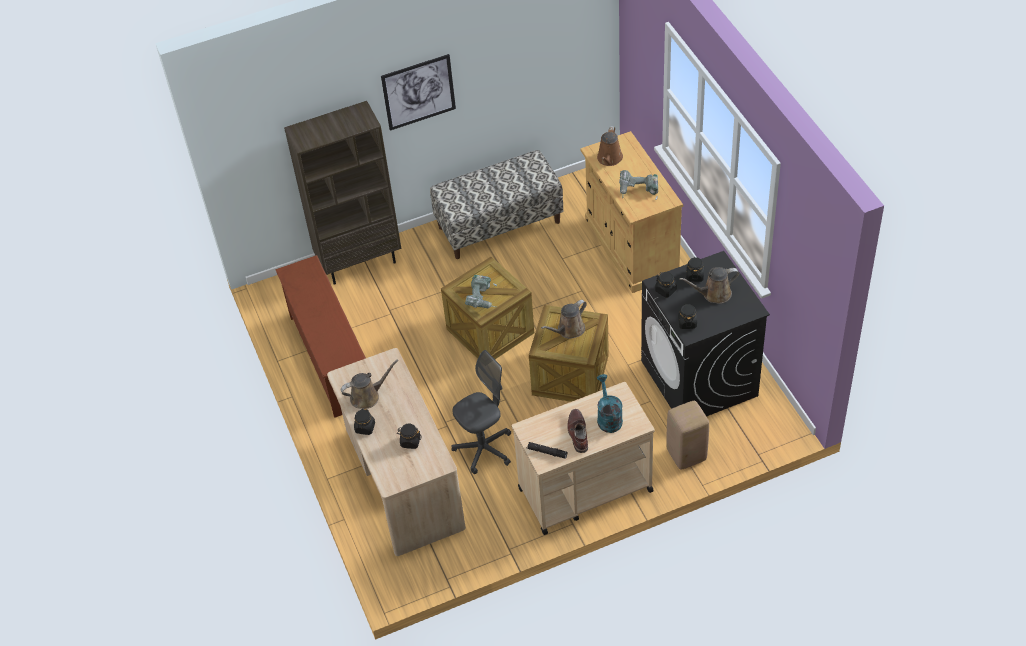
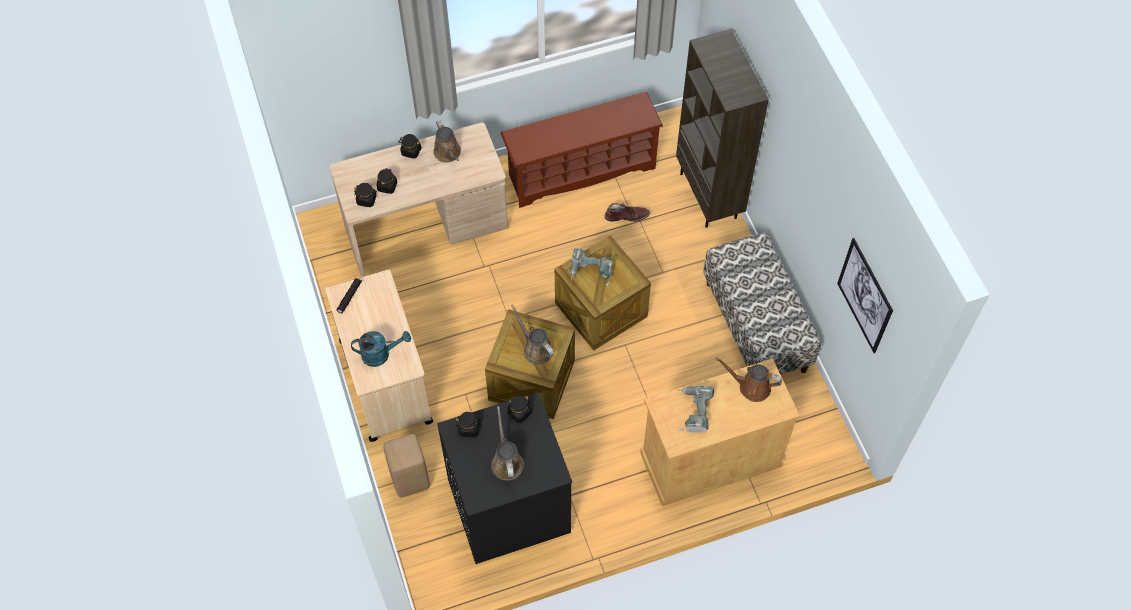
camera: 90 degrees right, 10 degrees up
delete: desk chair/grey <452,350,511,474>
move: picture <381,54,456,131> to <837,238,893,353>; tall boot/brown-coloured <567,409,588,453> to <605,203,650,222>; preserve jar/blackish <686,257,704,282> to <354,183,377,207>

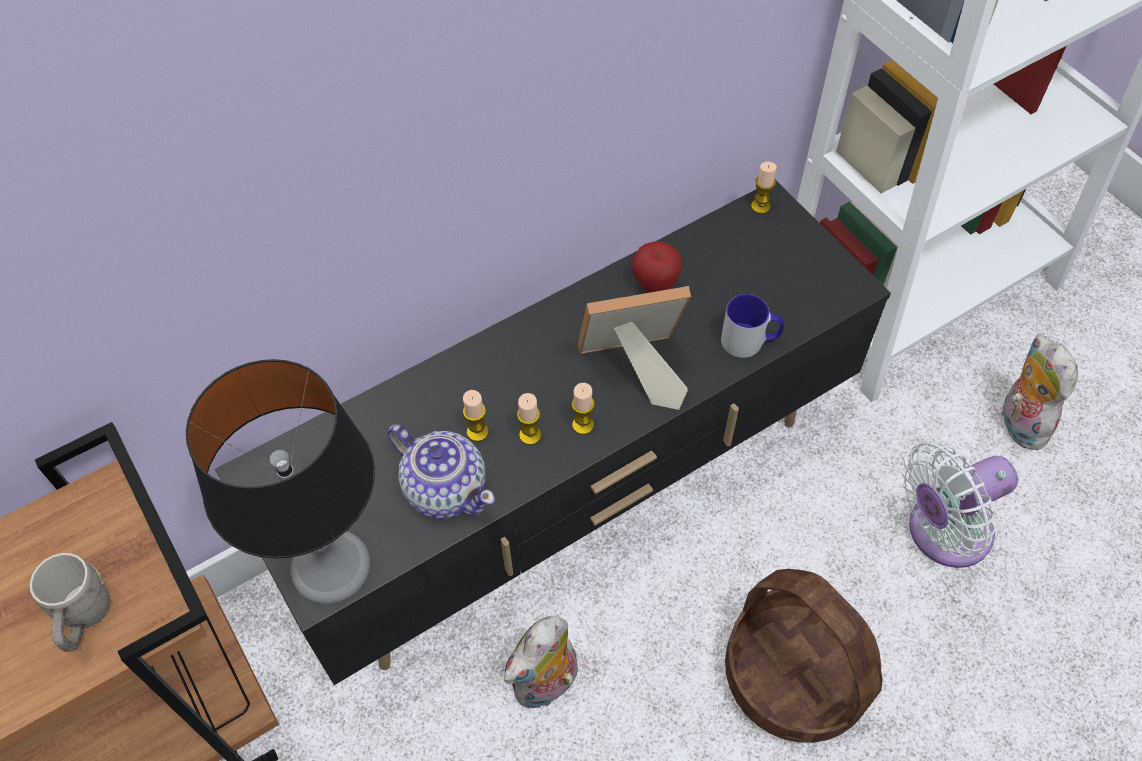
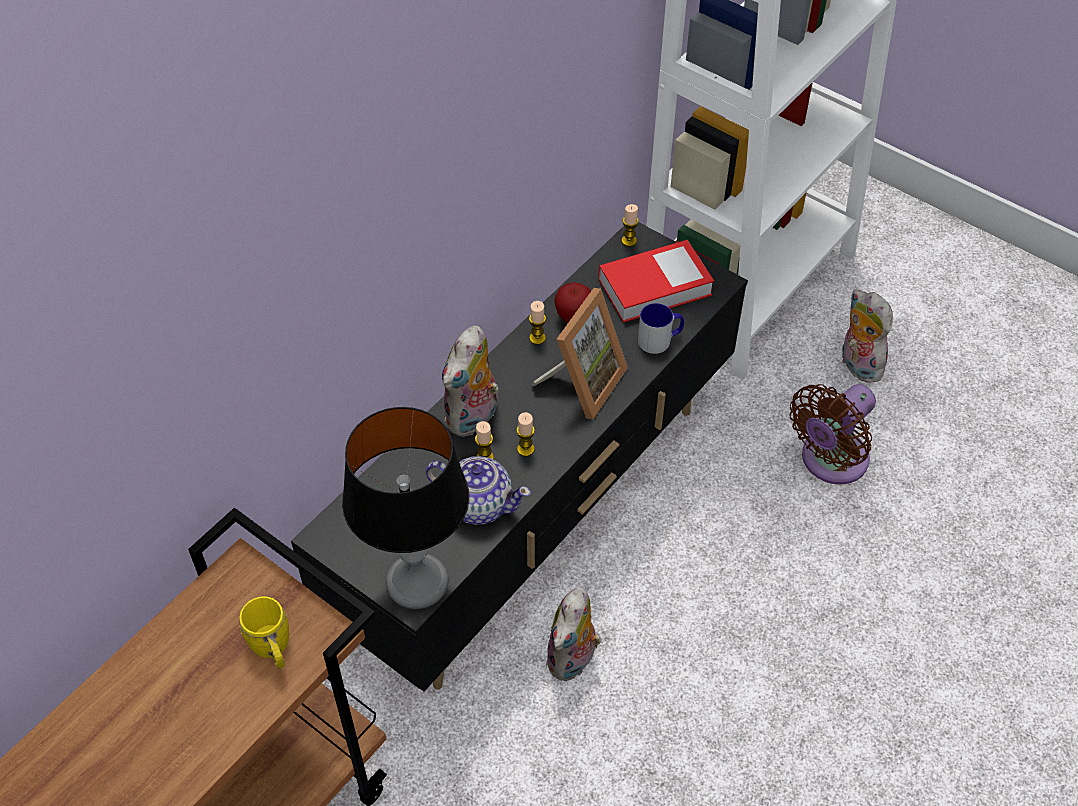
camera: 20 degrees left, 5 degrees down
delete: household basket <725,569,883,743>
insert: soft toy <442,326,499,437>; book <598,240,714,323>
move: wax candle <572,383,594,435> to <529,301,546,345>
recolor: coffee mug/grey <30,553,110,652> to coffee mug/yellow <239,597,289,669>; cooling fan/white <902,442,1018,568> to cooling fan/brown-coloured <790,384,876,485>
rotate: photo frame <578,286,691,410> = <532,288,628,419> 150 degrees clockwise

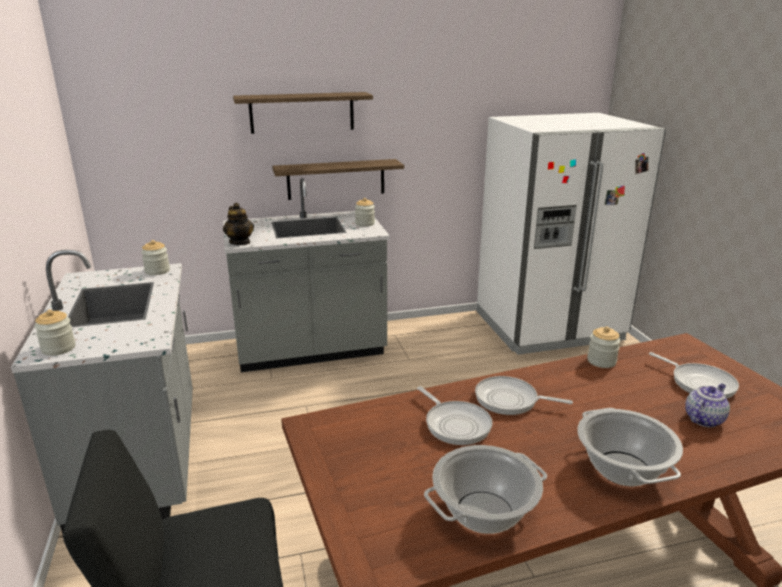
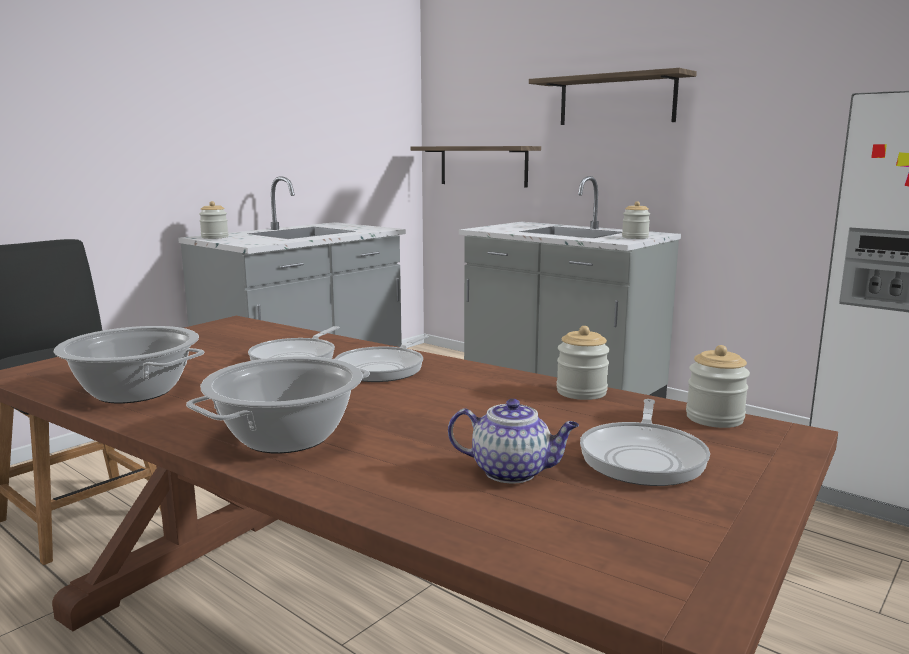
camera: 55 degrees right, 10 degrees down
delete: pot for tea <223,202,254,245>
move: preserve jar <141,240,170,275> to <686,345,750,428>; wall shelf <272,159,404,200> to <411,146,541,187>
rotate: skillet <475,376,573,415> = <335,335,428,382> 135 degrees counterclockwise

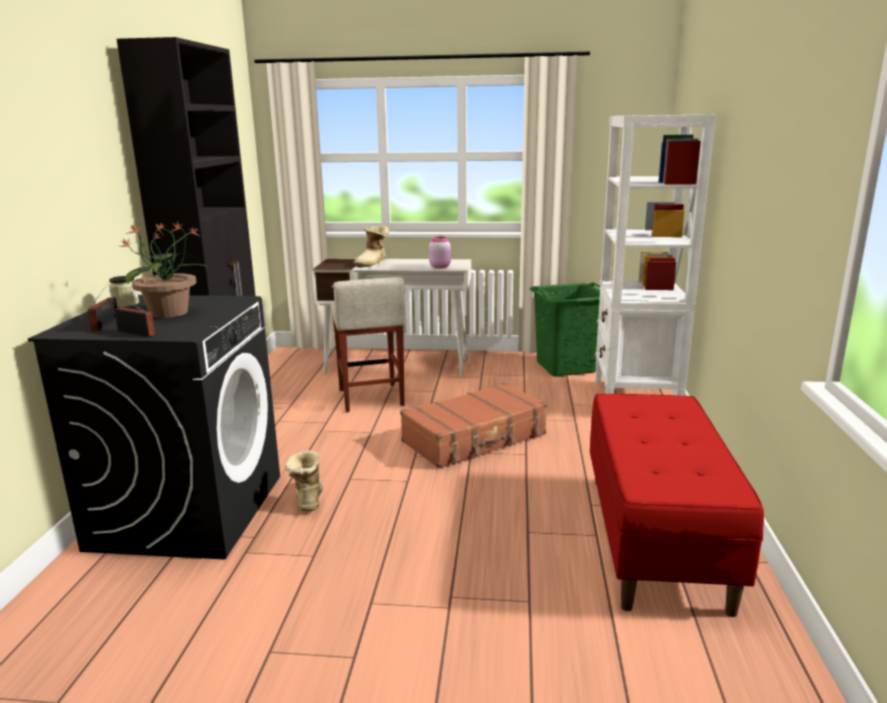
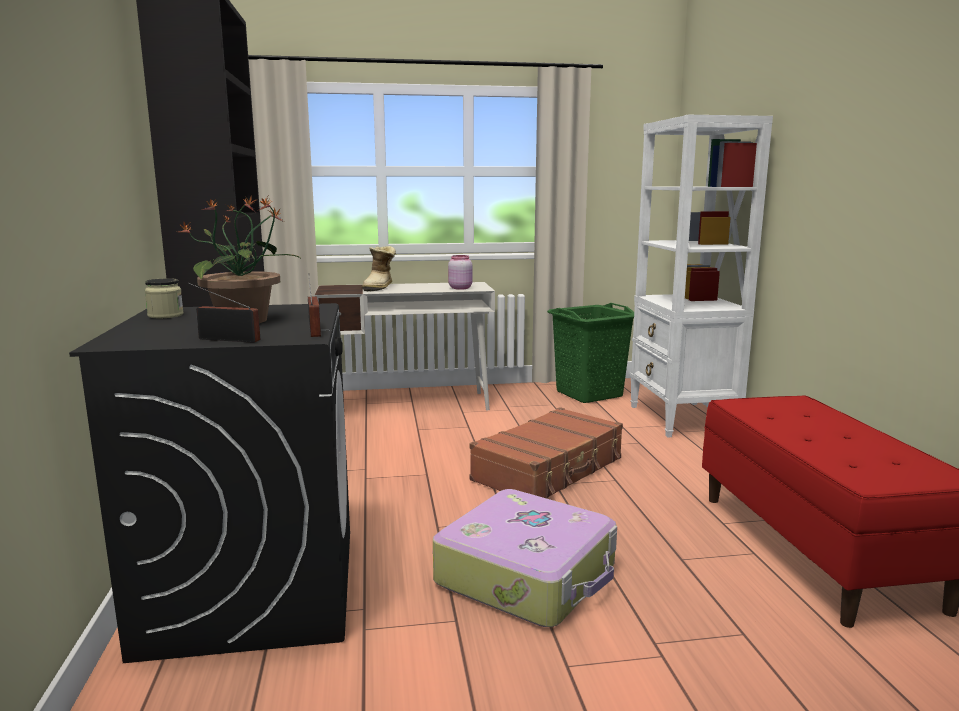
camera: 15 degrees left, 5 degrees down
delete: tall boot <285,450,323,511>; stool seat/sand-coloured <331,277,406,412>
insert: suitcase <433,489,617,627>
move: radio receiver <88,280,118,331> to <308,273,321,337>

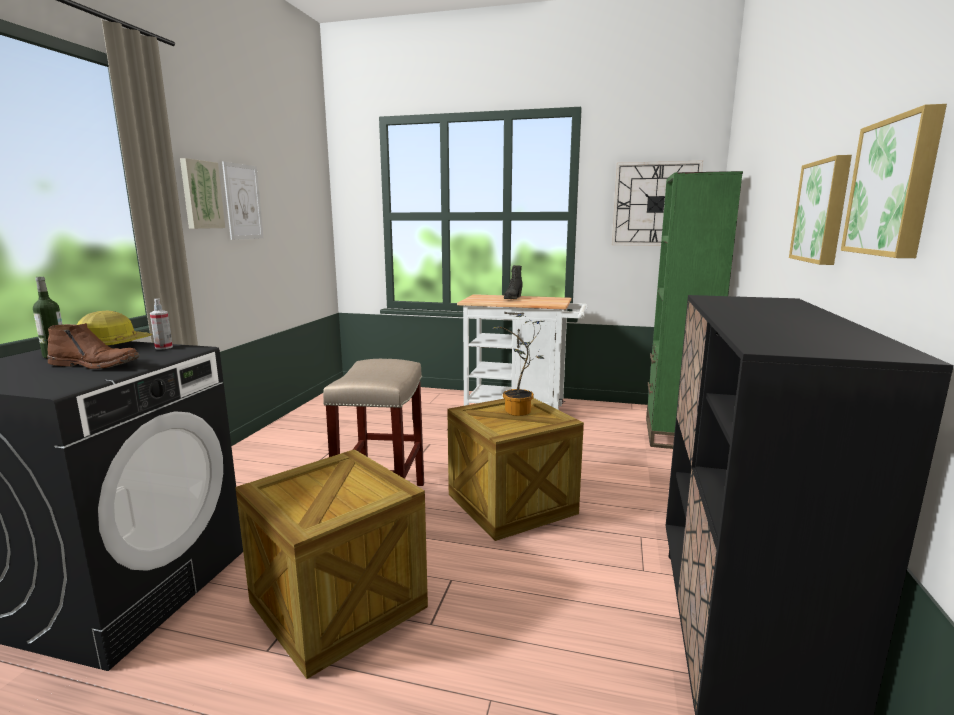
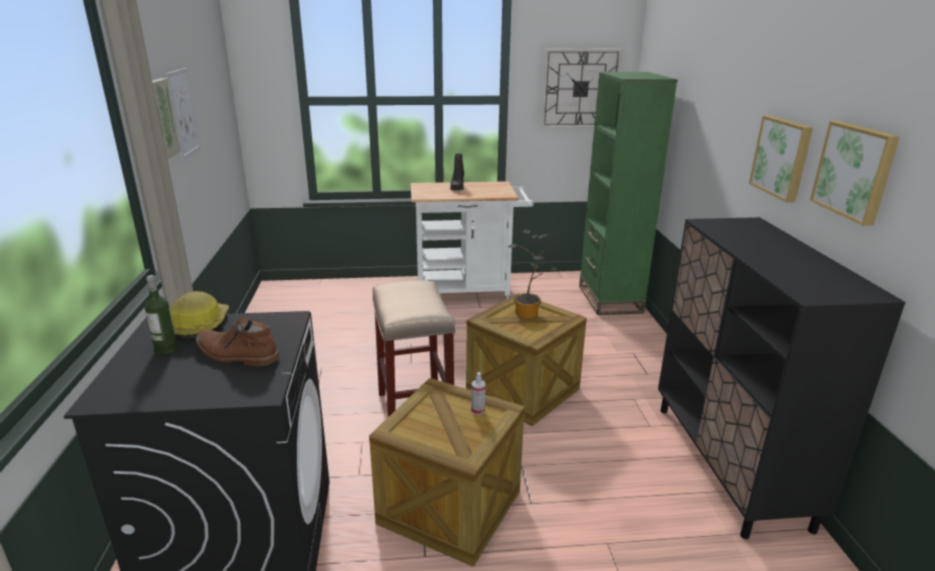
camera: 20 degrees left, 10 degrees up
move: hand sprayer <150,299,173,350> to <471,372,486,415>
rotate: tall boot/brown-coloured <47,323,140,369> = <196,317,280,366> 150 degrees counterclockwise

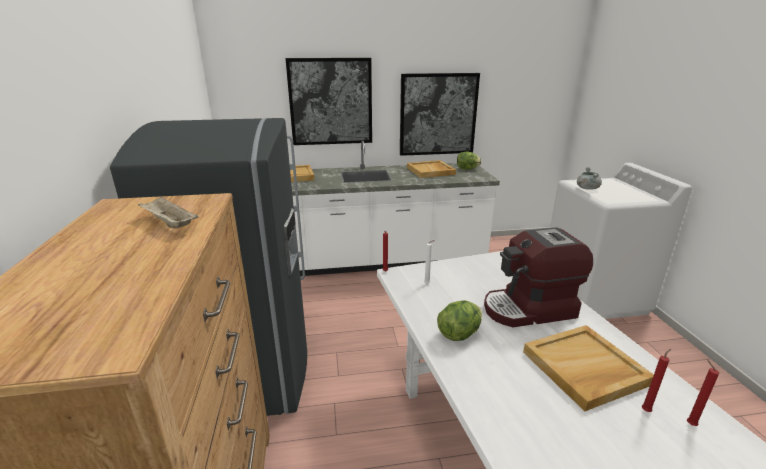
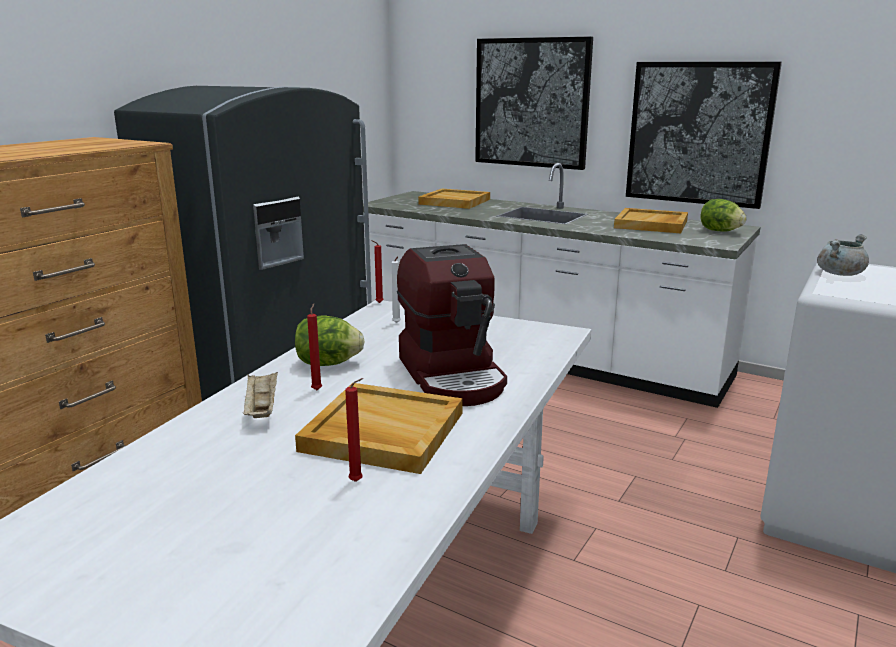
camera: 40 degrees right, 5 degrees down
move: serving tray/sand-coloured <137,196,199,229> to <243,372,278,418>; wax candle/red <687,360,719,426> to <307,304,322,390>
rotate: coffee brewer <484,227,593,327> = <397,244,507,406> 135 degrees counterclockwise

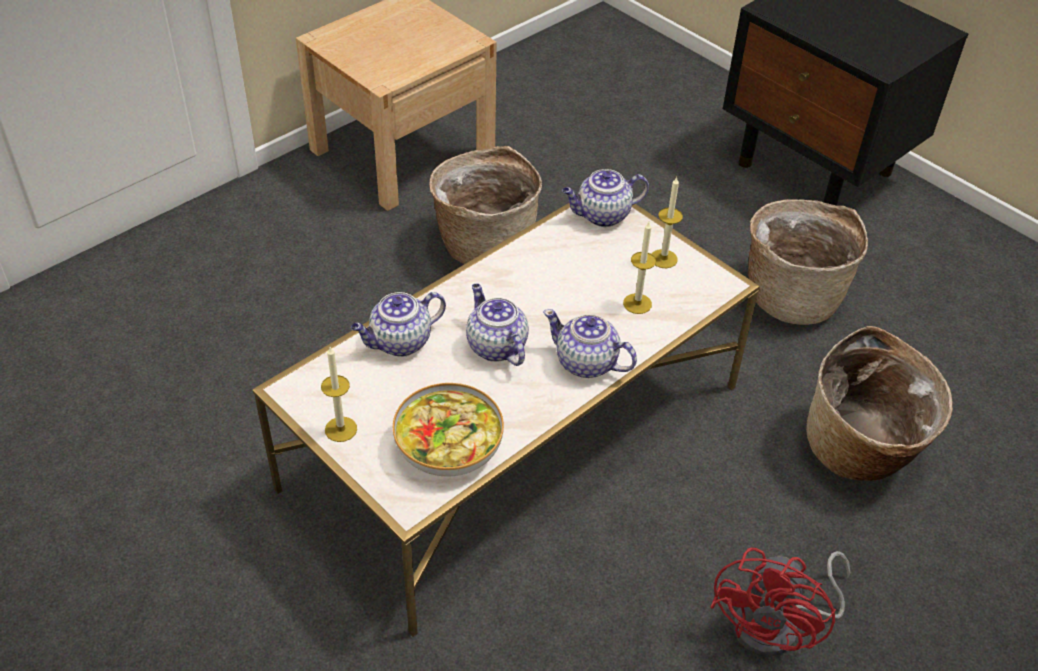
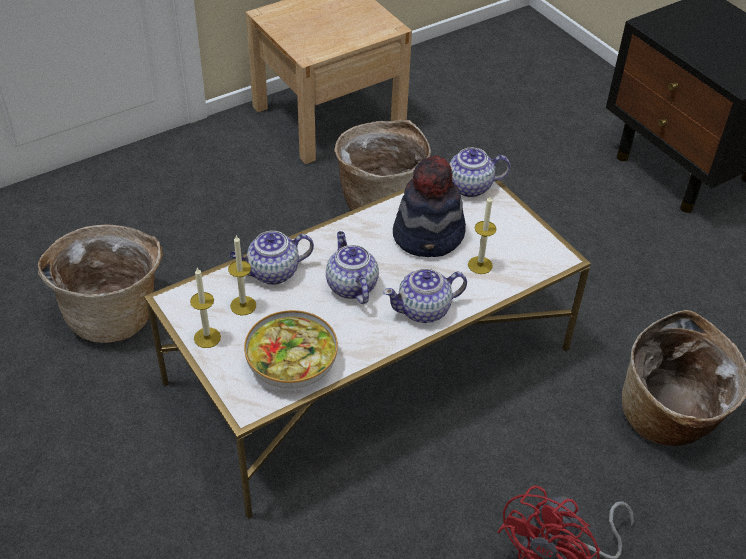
camera: 10 degrees right, 0 degrees up
insert: hat <393,155,466,257>
move: wax candle <652,177,683,268> to <228,235,256,316>; household basket <748,199,868,325> to <38,224,163,343>
rotate: pot for tea <543,309,637,378> = <383,268,467,323> 60 degrees counterclockwise

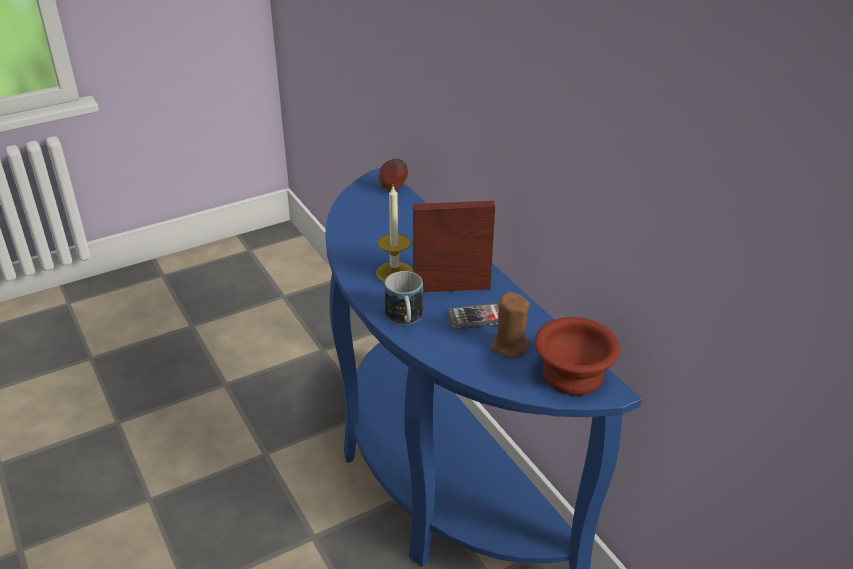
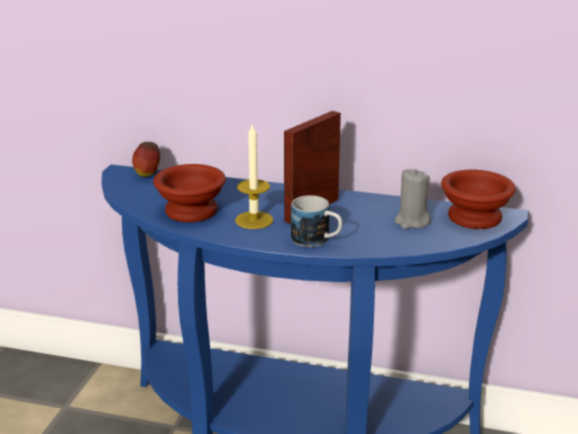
camera: 45 degrees left, 10 degrees down
delete: phone <447,302,499,330>
insert: bowl/brown-coloured <153,164,226,222>
recolor: wax candle/brown-coloured <490,292,530,358> to wax candle/grey <394,169,431,229>

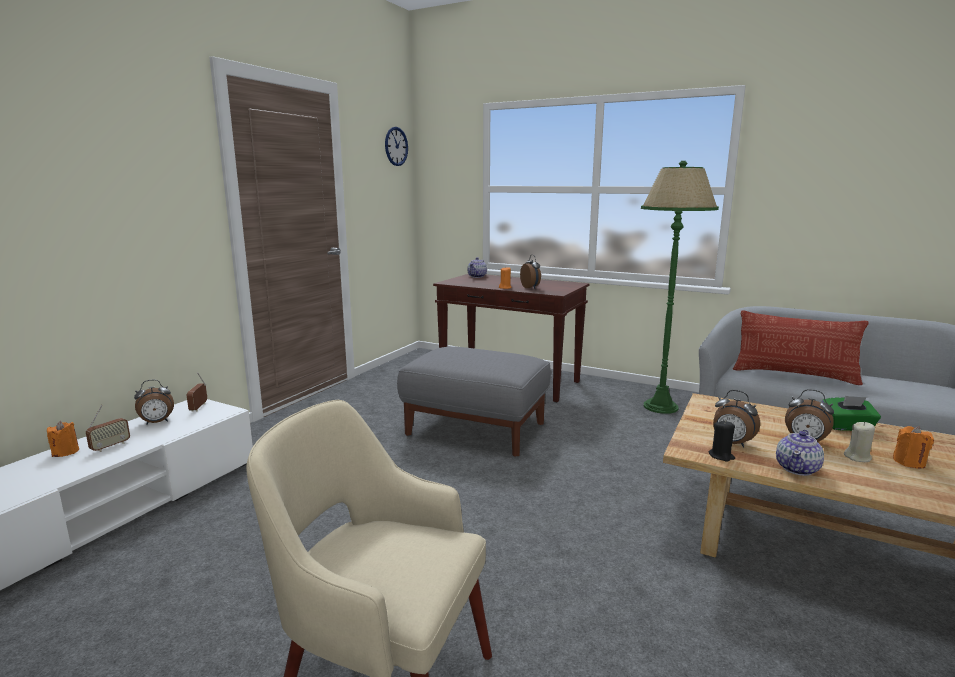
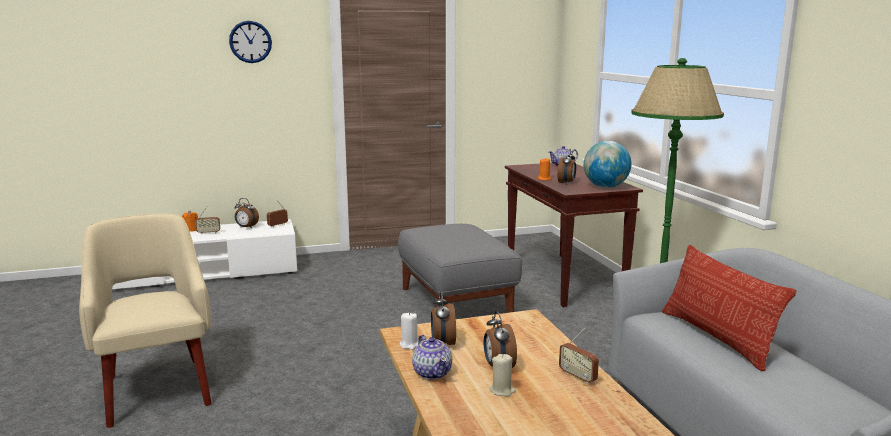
camera: 45 degrees right, 0 degrees up
delete: wax candle/orange <893,426,934,469>
insert: desk globe <584,141,631,188>
move: clock on the wall <385,127,408,166> to <229,21,272,63>
replace: tissue holder/greenish <822,396,881,431> to radio receiver <559,328,599,384>
recolor: wax candle/blackish <709,420,735,462> to wax candle/white <400,312,419,350>
rotate: pot for tea <776,430,824,476> = <412,335,452,380> 105 degrees counterclockwise

